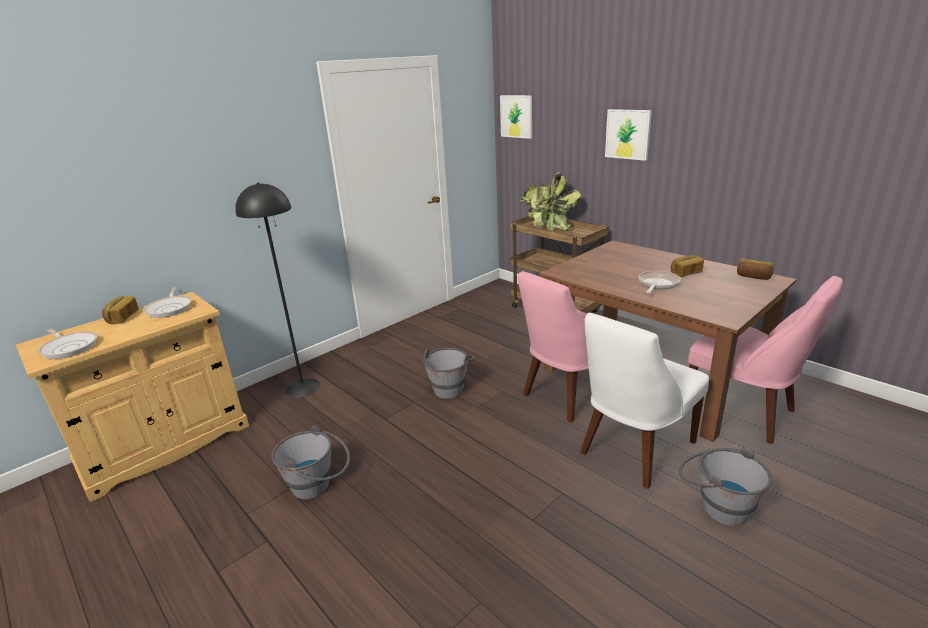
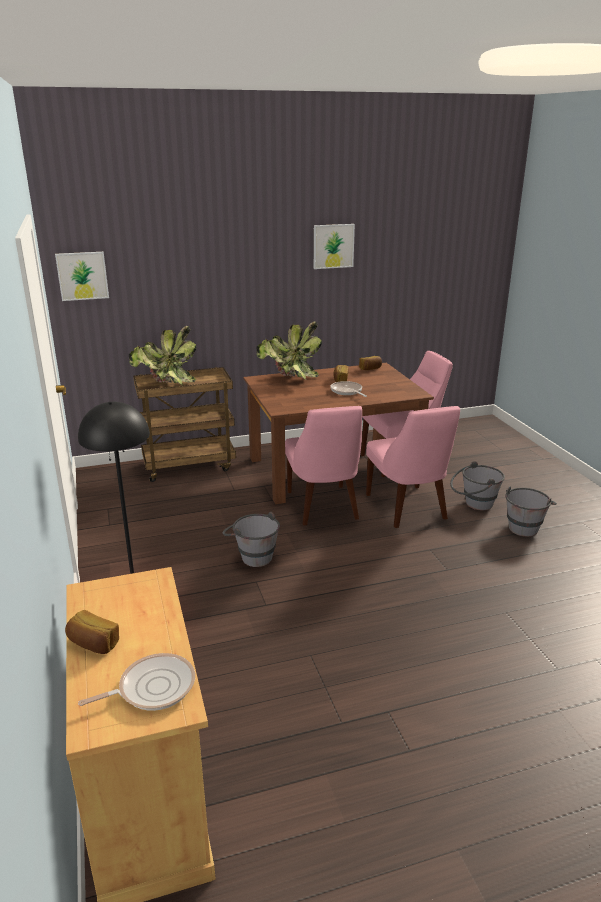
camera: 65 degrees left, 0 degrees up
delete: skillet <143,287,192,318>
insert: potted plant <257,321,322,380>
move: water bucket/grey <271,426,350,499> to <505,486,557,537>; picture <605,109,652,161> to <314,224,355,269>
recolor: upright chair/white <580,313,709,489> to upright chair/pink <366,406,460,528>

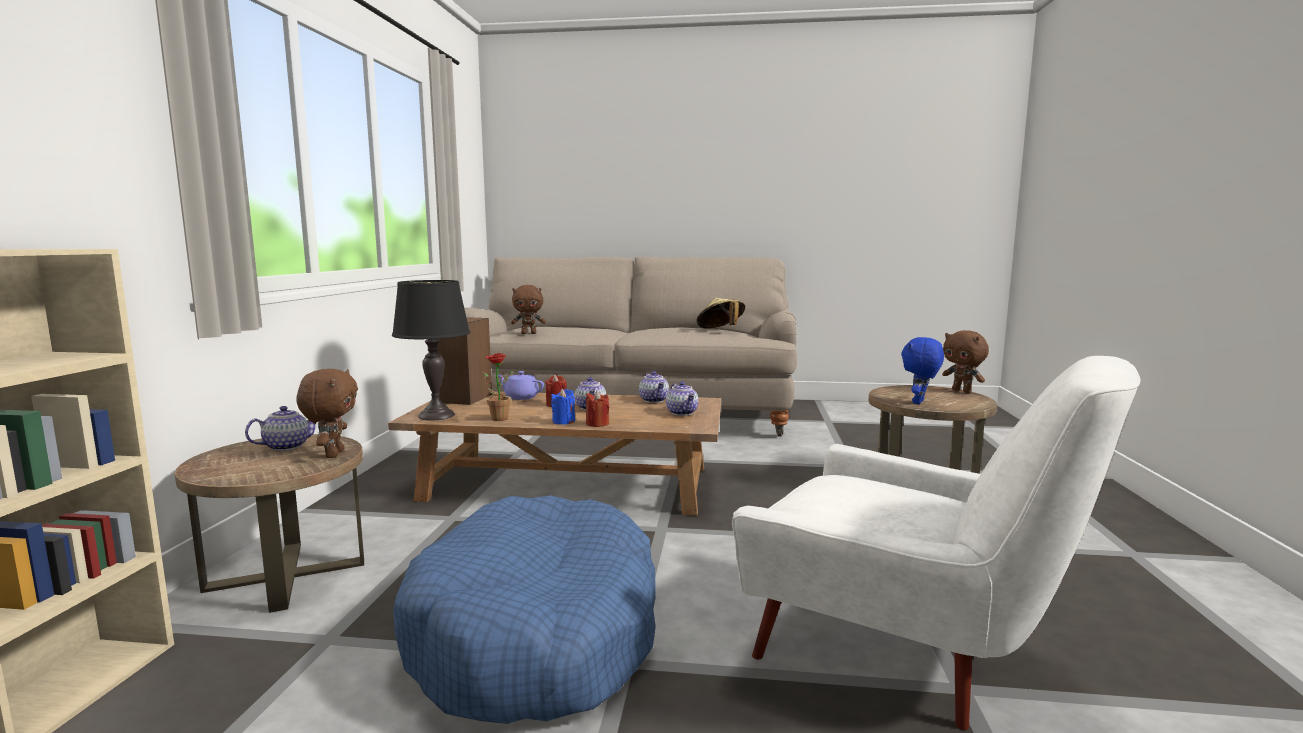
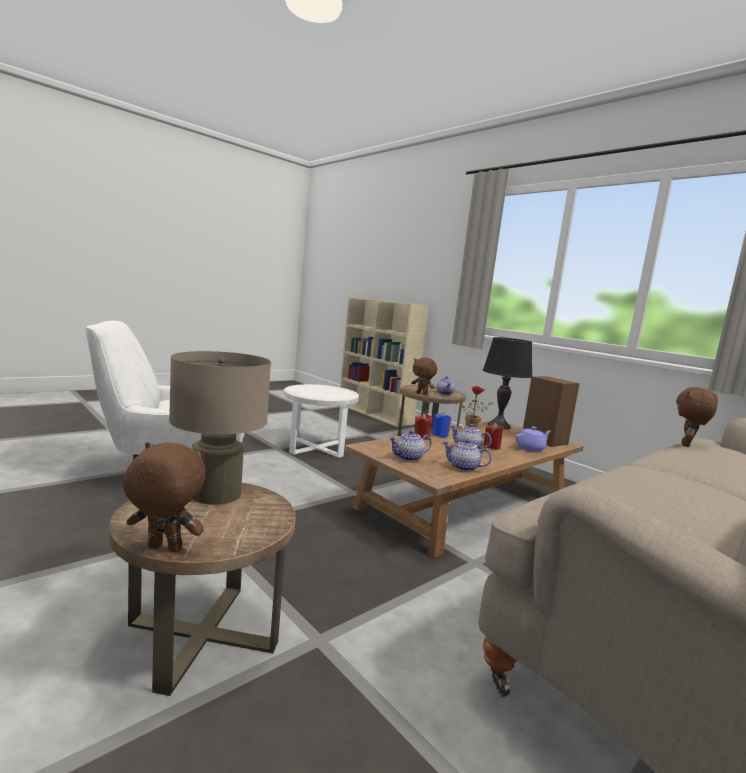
camera: 130 degrees right, 0 degrees up
delete: hat/sand-coloured <697,298,745,328>
replace: pet bed/bluish <393,495,656,724> to end table/white <284,384,359,458>; soft toy/bluish <901,337,944,404> to lamp for a table/sand-coloured <169,351,271,505>
rotate: pot for tea <666,381,699,416> = <389,430,432,461> 45 degrees counterclockwise

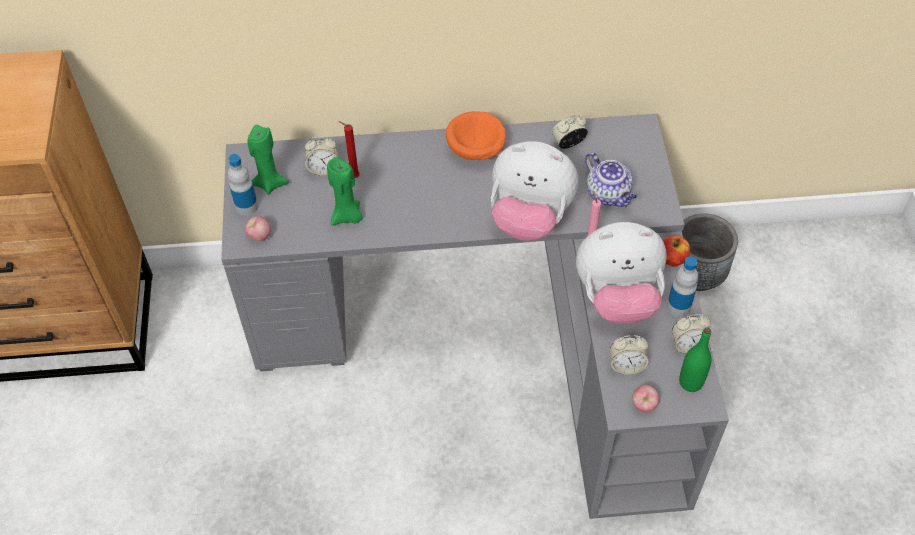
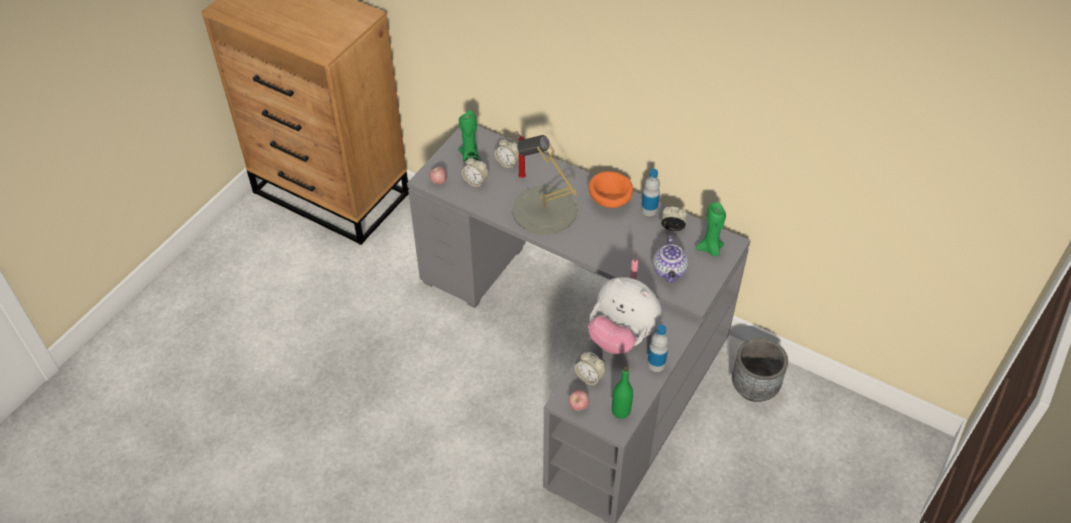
camera: 35 degrees right, 5 degrees down
delete: soft toy <491,141,578,241>; apple <663,236,691,266>
insert: lamp for a table/grey <512,135,578,235>
move: bottle <228,154,258,216> to <641,169,660,216>; wax candle/greenish <327,157,363,226> to <696,202,726,256>; table clock <672,314,712,354> to <462,156,489,188>

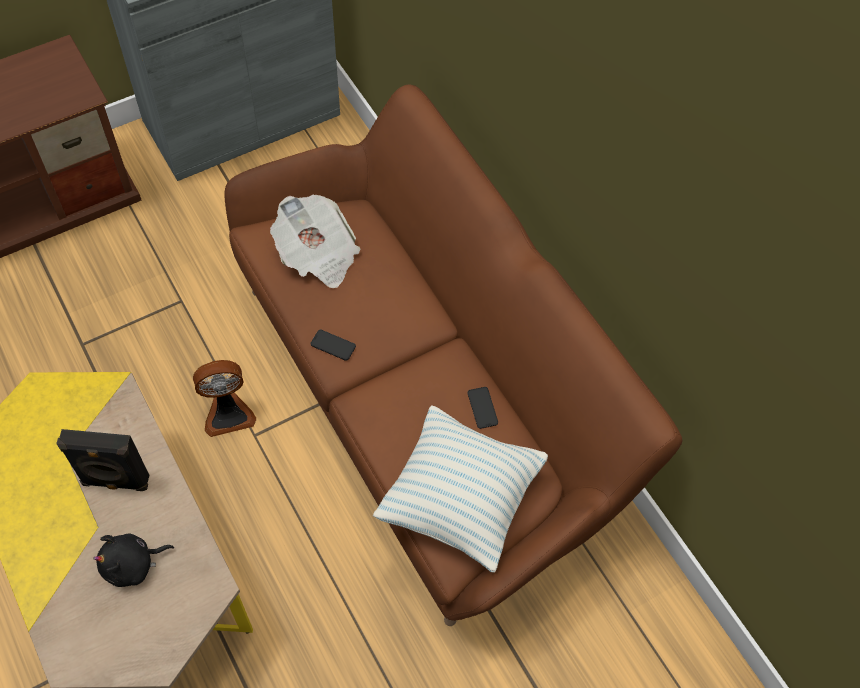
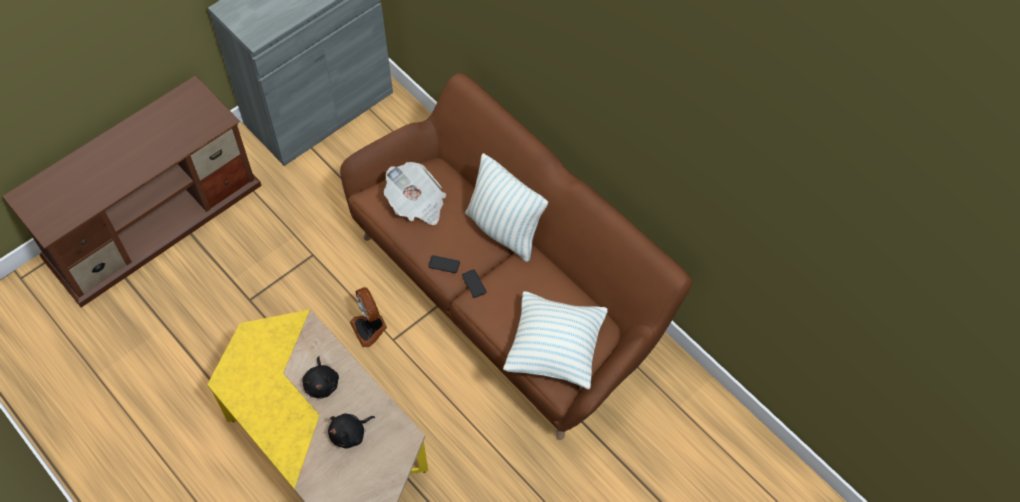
camera: 10 degrees left, 0 degrees up
insert: cushion <465,153,548,262>
move: phone <468,387,498,429> to <462,269,486,298>
replace: audio speaker/blackish <56,429,149,491> to soft toy/blackish <302,356,339,398>
rotate: cooling fan <193,360,256,437> = <350,287,387,347> 90 degrees clockwise

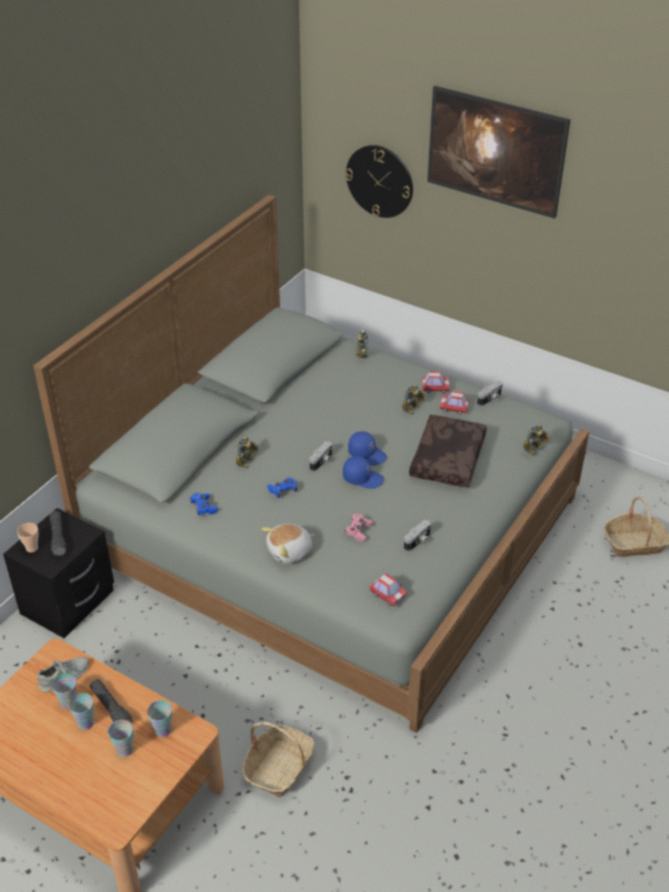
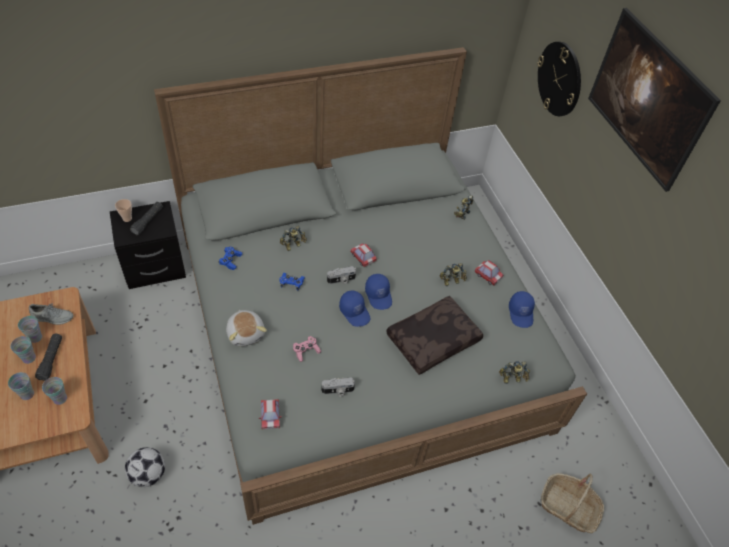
camera: 35 degrees right, 10 degrees up
move: model car <439,391,469,414> to <350,243,377,267>
replace: household basket <242,722,315,797> to football ball <125,447,165,487>; photo camera <477,381,503,406> to cap/bluish <509,291,535,328>
rotate: soft toy <262,524,314,564> = <226,310,267,346> 120 degrees counterclockwise

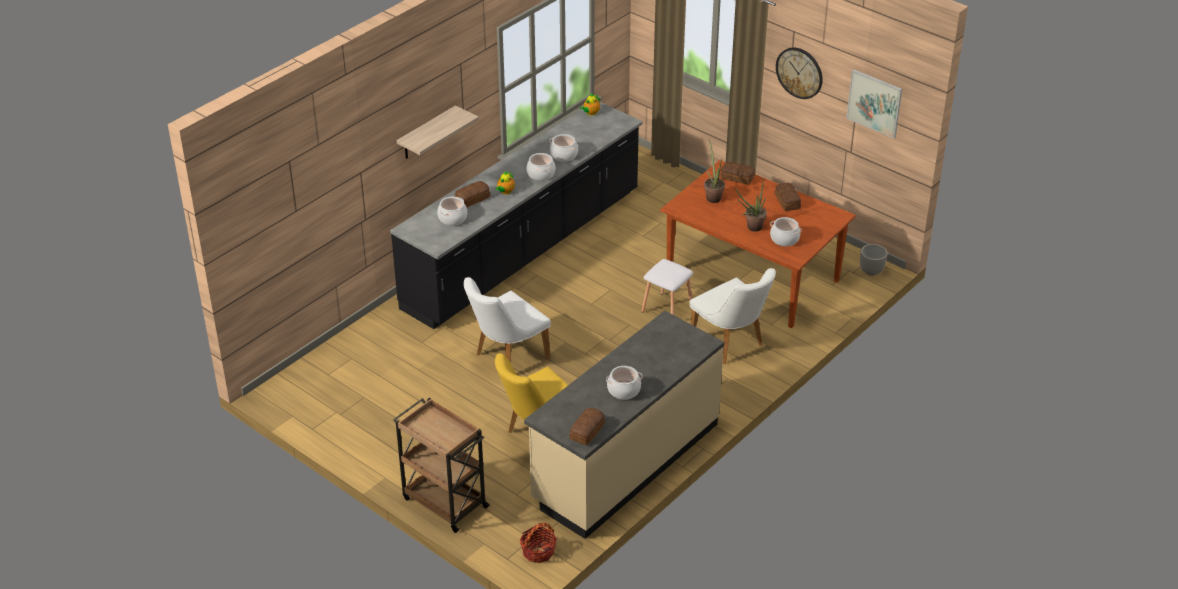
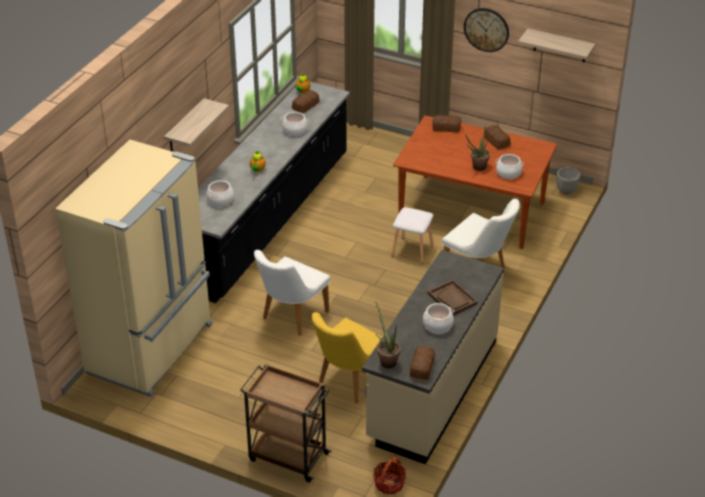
camera: 15 degrees left, 0 degrees up
delete: saucepot <526,153,555,181>
insert: kitchen fridge/sand-coloured <55,140,212,397>; serving tray/brown-coloured <428,280,478,316>
move: bread <455,181,490,207> to <292,90,320,113>; potted plant <704,140,725,203> to <376,302,401,368>
replace: picture <846,69,902,139> to wall shelf <518,28,596,62>

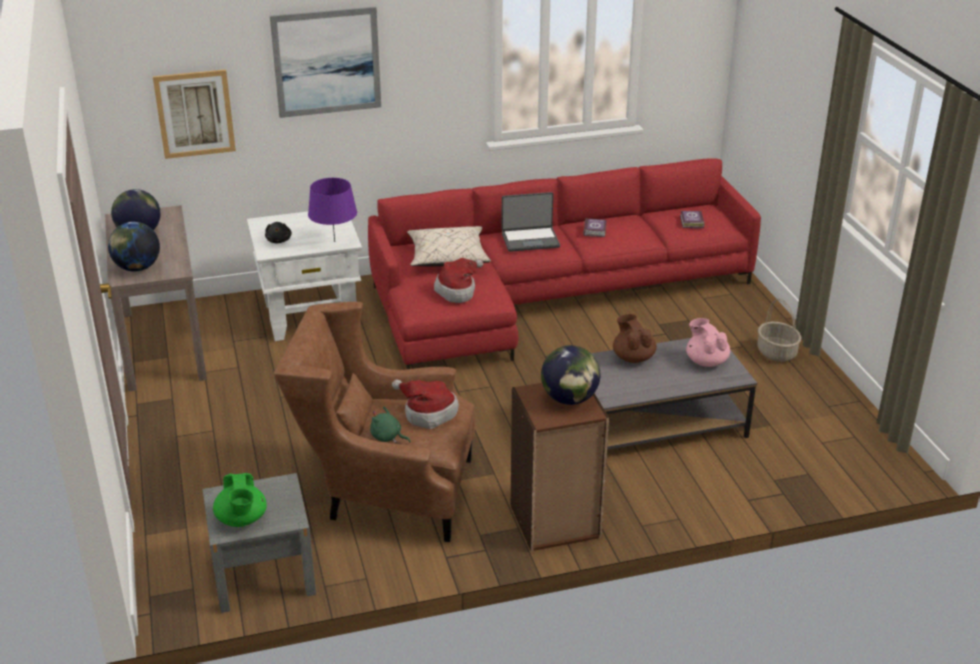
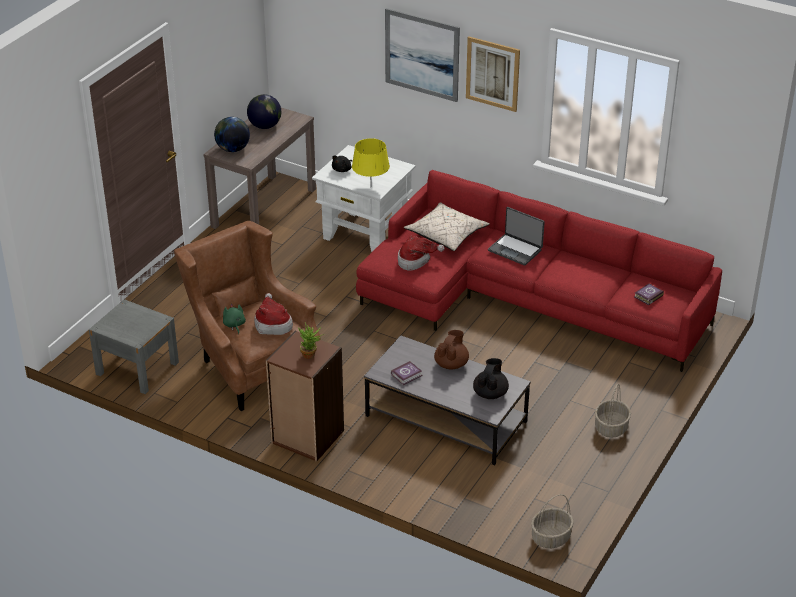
camera: 45 degrees right, 5 degrees up
delete: pot for tea/greenish <213,473,267,527>
insert: household basket <531,494,574,548>
move: picture <153,70,236,159> to <466,37,520,112>; book <583,218,607,237> to <391,361,422,385>
replace: desk globe <541,345,600,405> to potted plant <298,323,324,359>
recolor: lamp for a table/purple <308,178,357,242> to lamp for a table/yellow <352,138,390,177>; pot for tea/pink <686,318,730,367> to pot for tea/blackish <473,358,509,399>

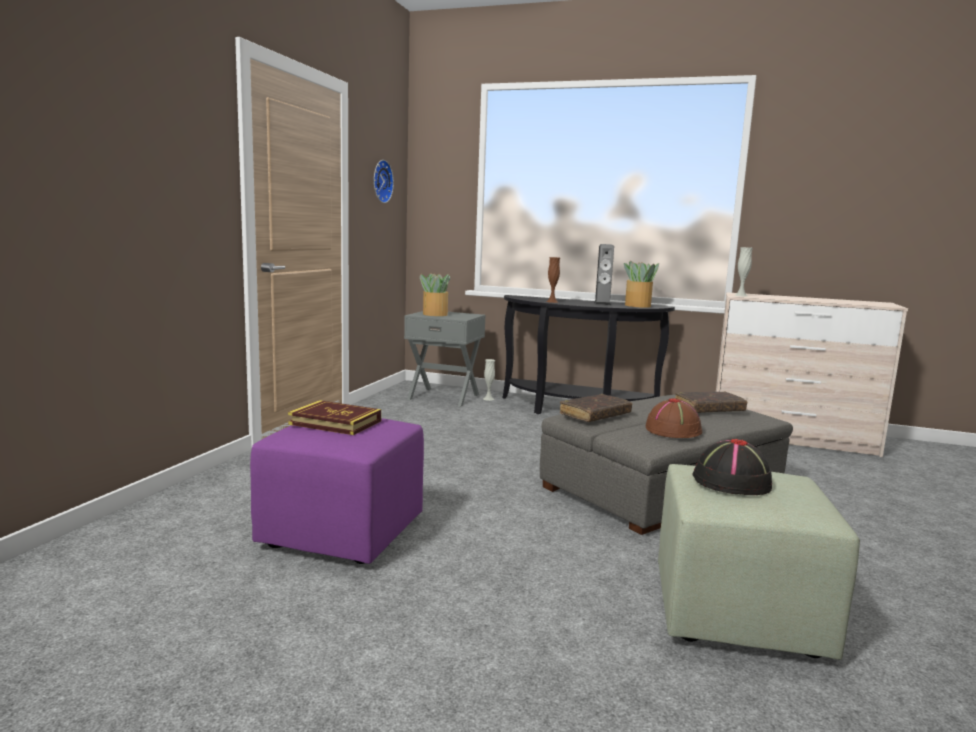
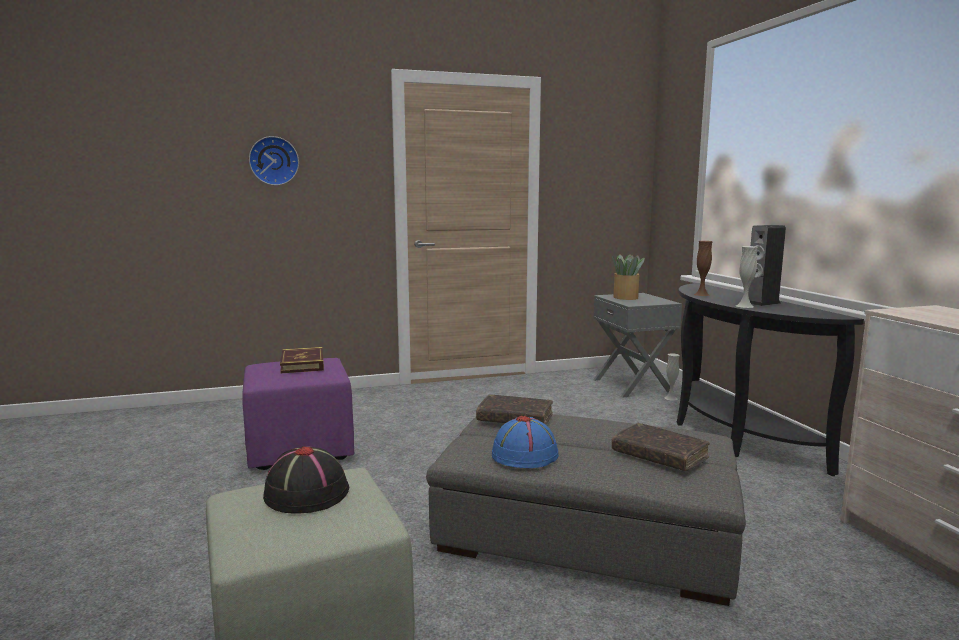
camera: 55 degrees right, 0 degrees up
delete: potted plant <624,261,659,308>
move: clock on the wall <374,160,394,203> to <249,136,299,186>; decorative vase/white <734,247,753,297> to <736,246,758,308>
recolor: hat/brown-coloured <646,398,702,438> to hat/bluish <492,416,559,468>

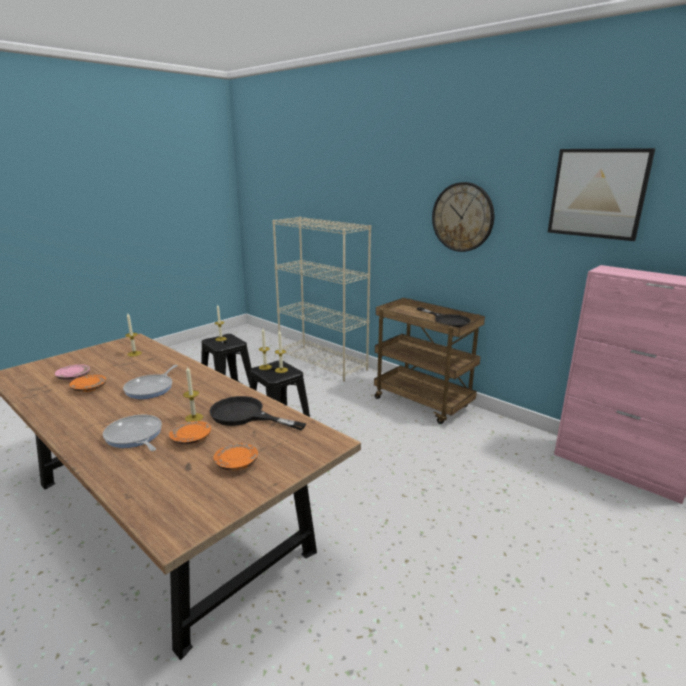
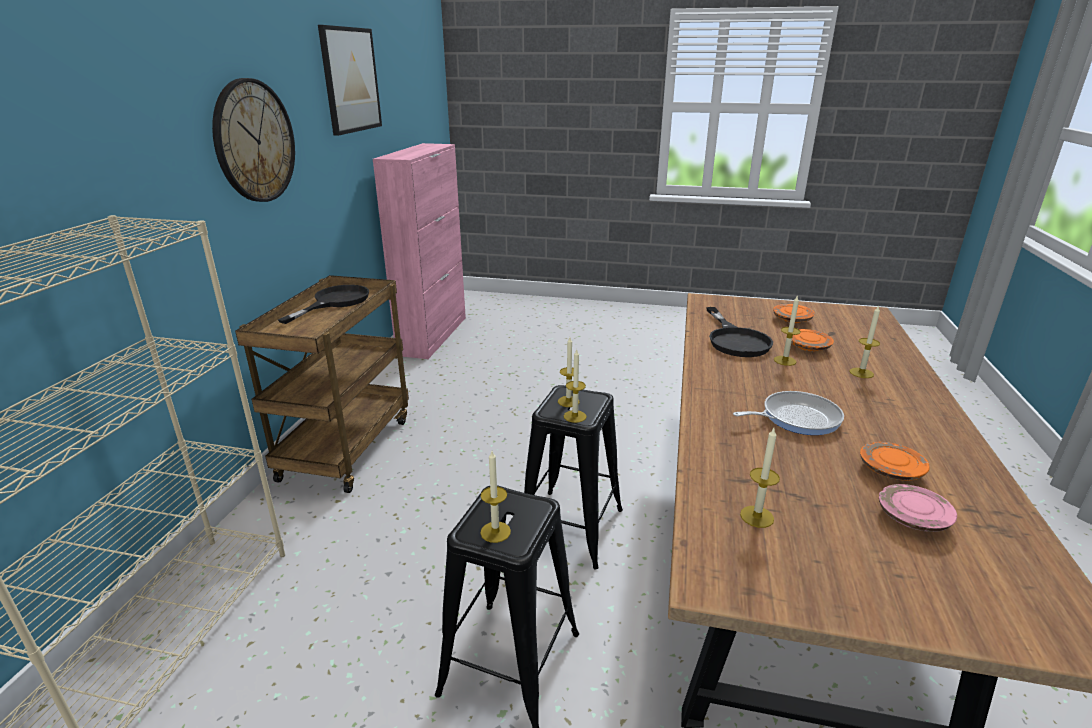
camera: 120 degrees left, 5 degrees up
replace: skillet <103,415,162,451> to wax candle <849,305,880,378>

